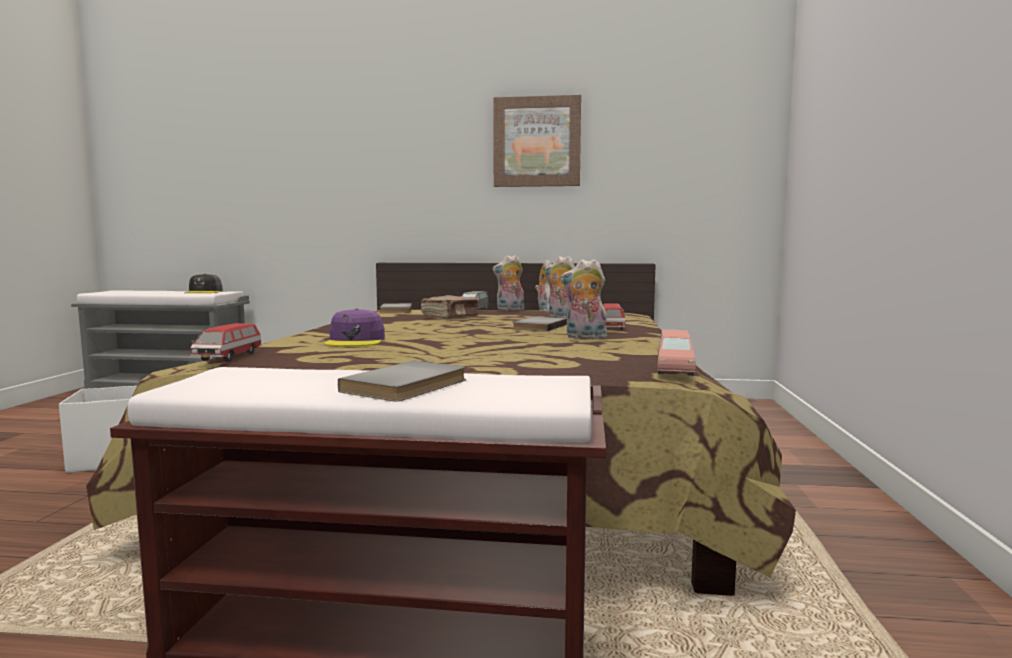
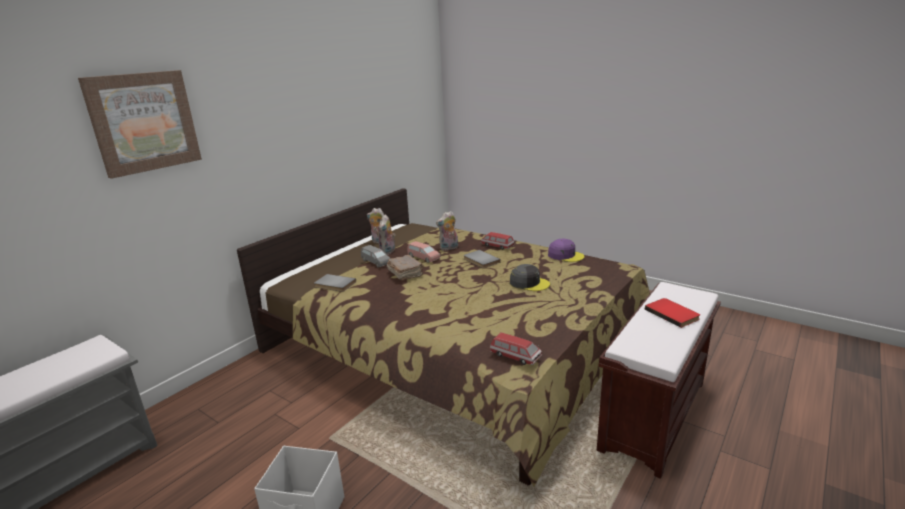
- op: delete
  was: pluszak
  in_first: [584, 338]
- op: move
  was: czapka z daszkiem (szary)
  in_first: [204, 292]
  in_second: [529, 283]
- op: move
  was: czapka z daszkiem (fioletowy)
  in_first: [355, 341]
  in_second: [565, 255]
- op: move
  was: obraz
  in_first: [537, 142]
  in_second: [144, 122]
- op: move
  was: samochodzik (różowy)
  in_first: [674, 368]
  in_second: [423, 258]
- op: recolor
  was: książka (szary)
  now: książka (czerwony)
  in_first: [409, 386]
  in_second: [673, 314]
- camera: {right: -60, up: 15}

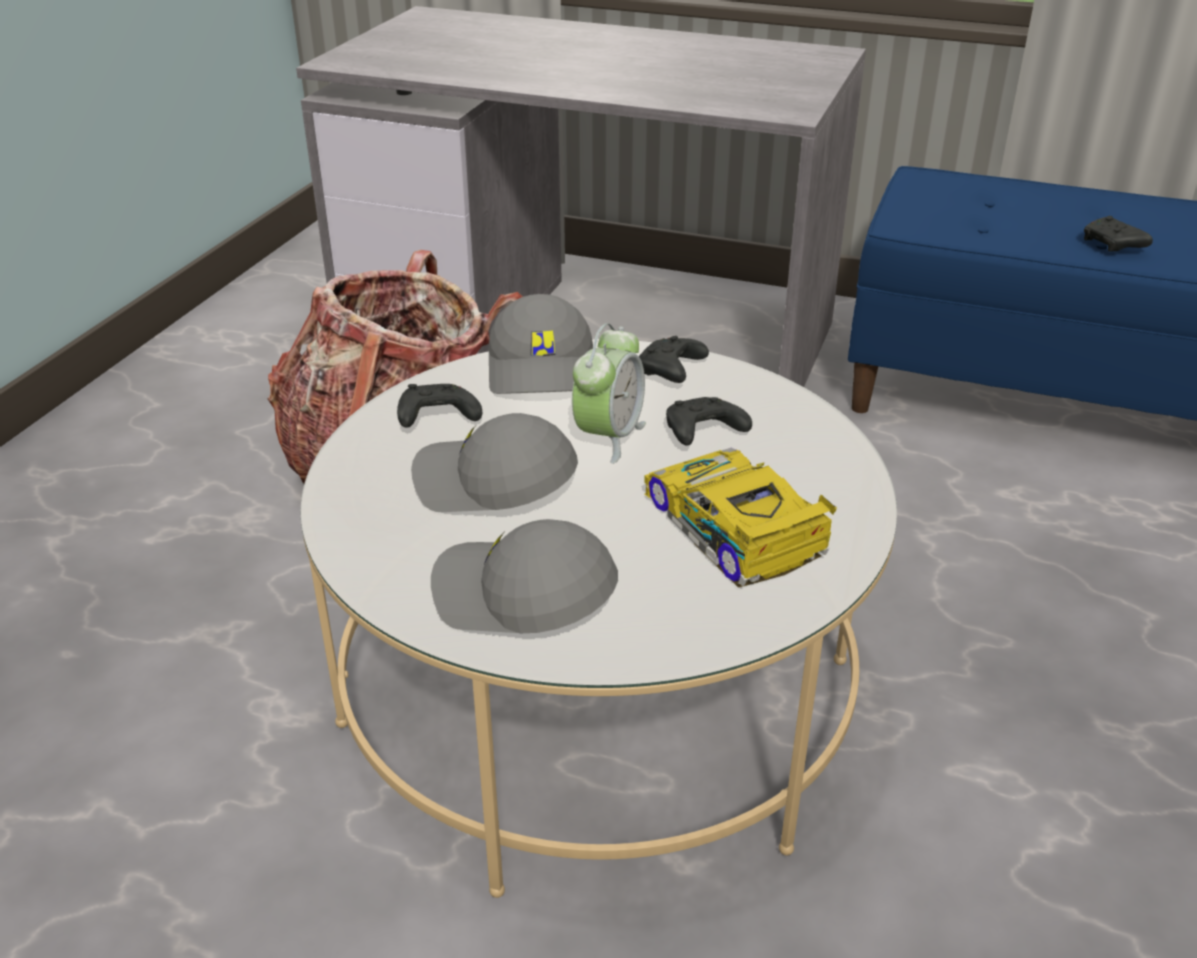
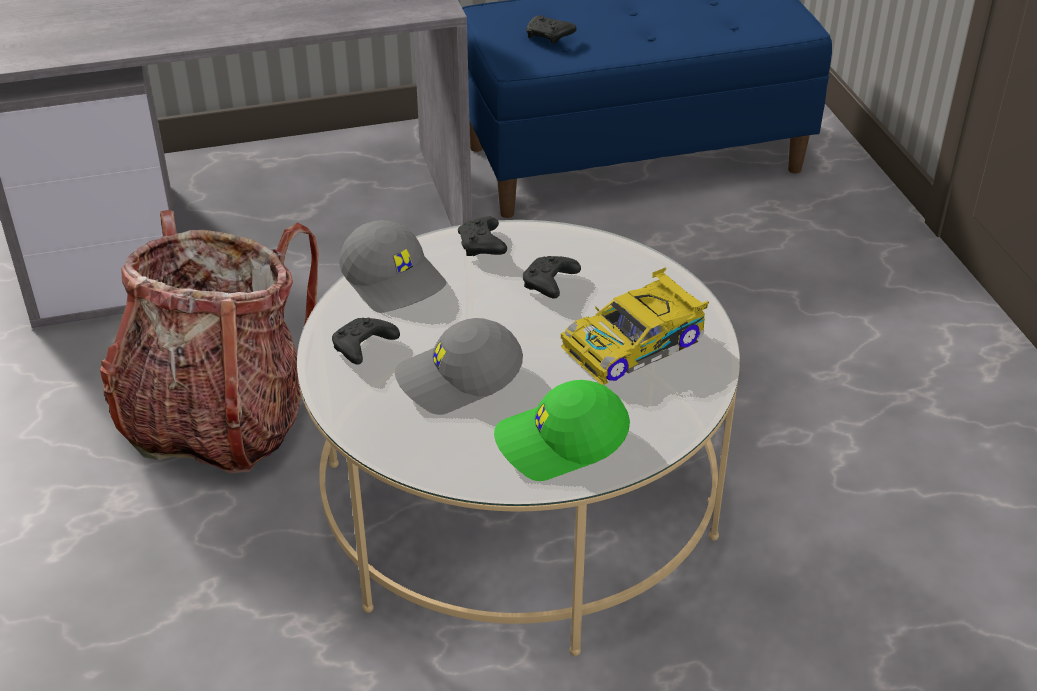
- op: delete
  was: budzik
  in_first: [609, 437]
- op: move
  was: pad do gier (czarny)
  in_first: [1113, 245]
  in_second: [549, 37]
- op: recolor
  was: czapka z daszkiem (szary)
  now: czapka z daszkiem (zielony)
  in_first: [522, 598]
  in_second: [561, 443]
- op: rotate
  was: samochodzik
  in_first: [734, 530]
  in_second: [635, 343]
  clockwise: -60
- camera: {right: -35, up: 5}

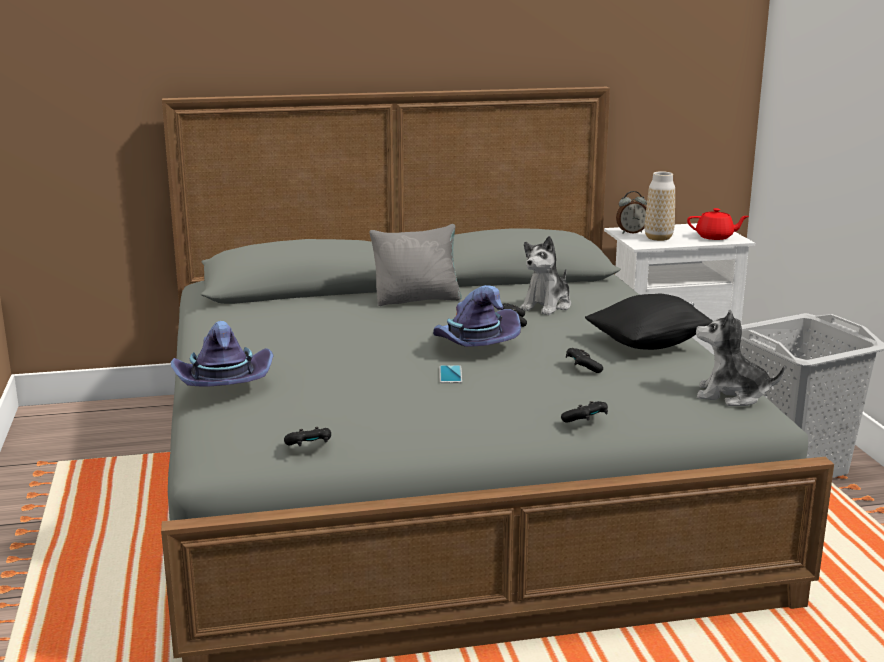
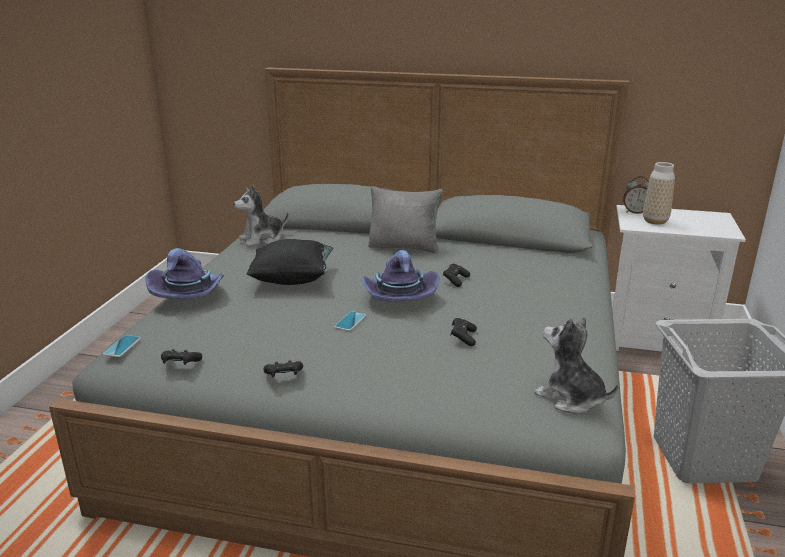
- op: delete
  was: imbryk (czerwony)
  in_first: [715, 237]
- op: insert
  now: telefon
  in_second: [122, 346]
- op: move
  was: pluszak
  in_first: [547, 306]
  in_second: [262, 239]
- op: move
  was: pad do gier (czarny)
  in_first: [586, 421]
  in_second: [284, 376]
- op: move
  was: poduszka (czarny)
  in_first: [648, 344]
  in_second: [292, 279]
- camera: {right: 25, up: 5}

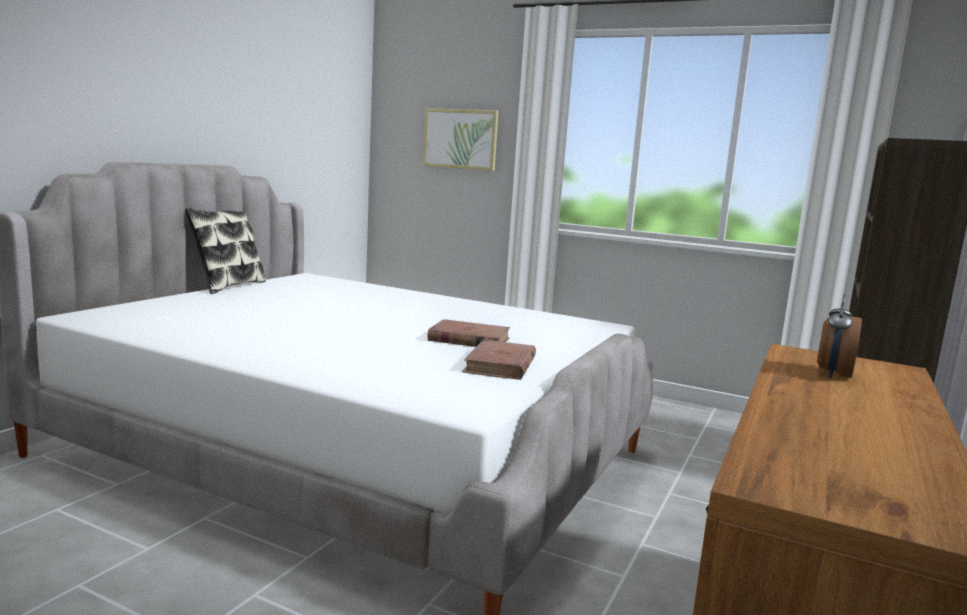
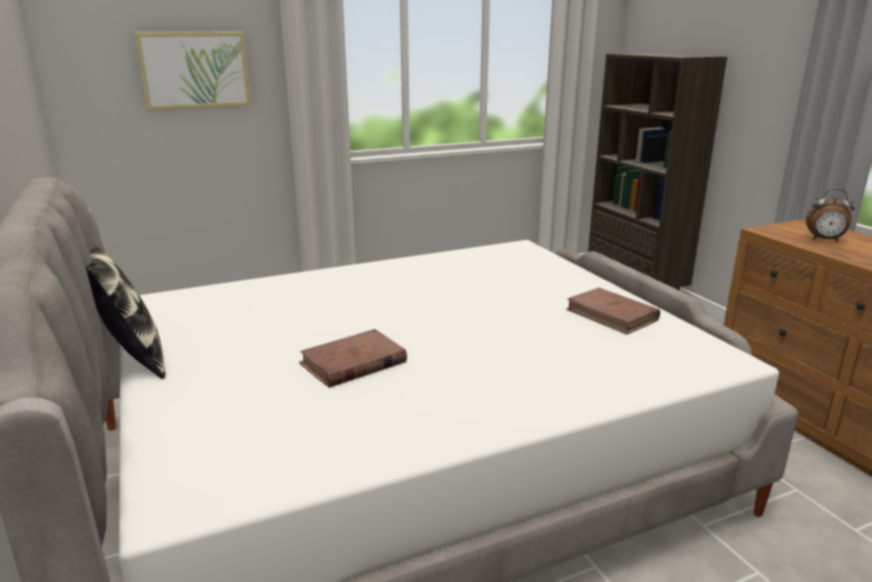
- op: move
  was: książka (brązowy)
  in_first: [468, 339]
  in_second: [353, 363]
- op: rotate
  was: budzik
  in_first: [833, 374]
  in_second: [825, 240]
  clockwise: -45
- camera: {right: -50, up: 10}

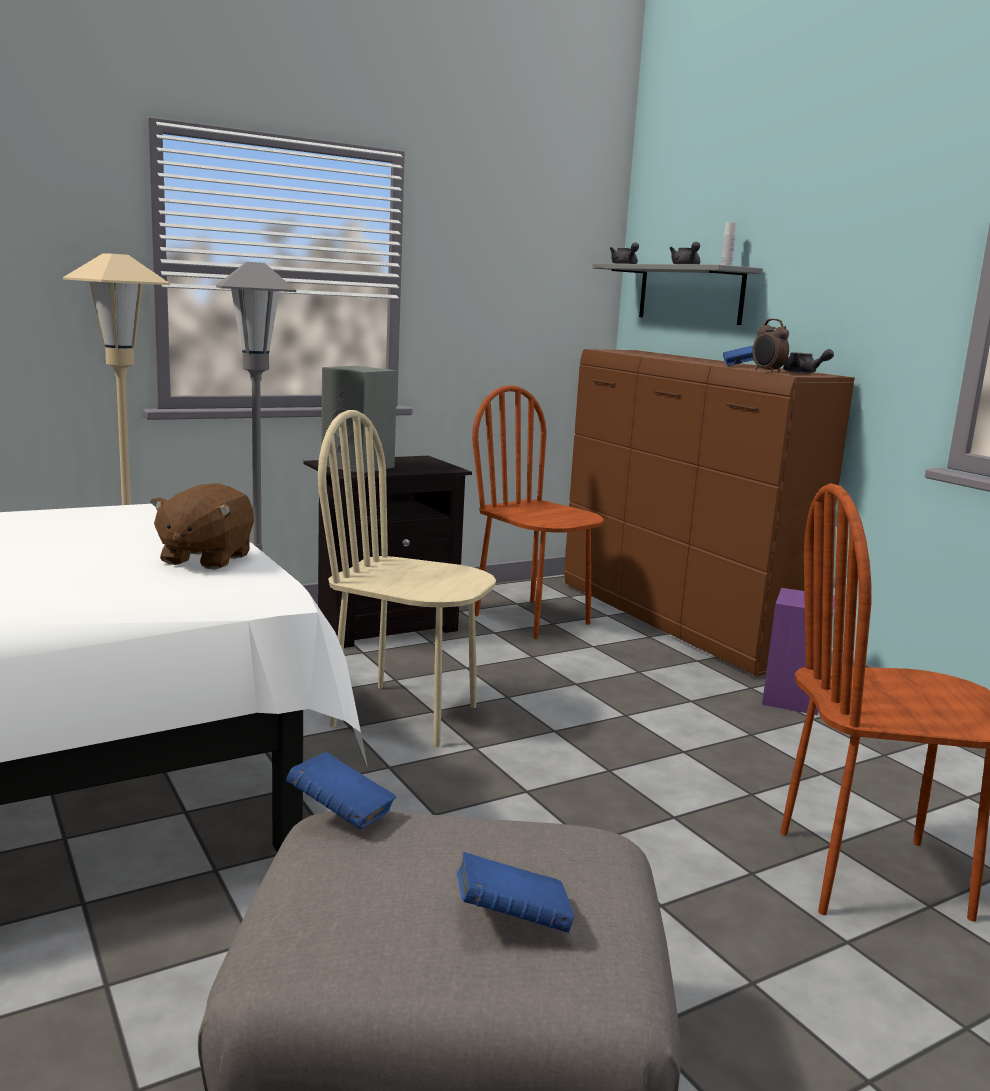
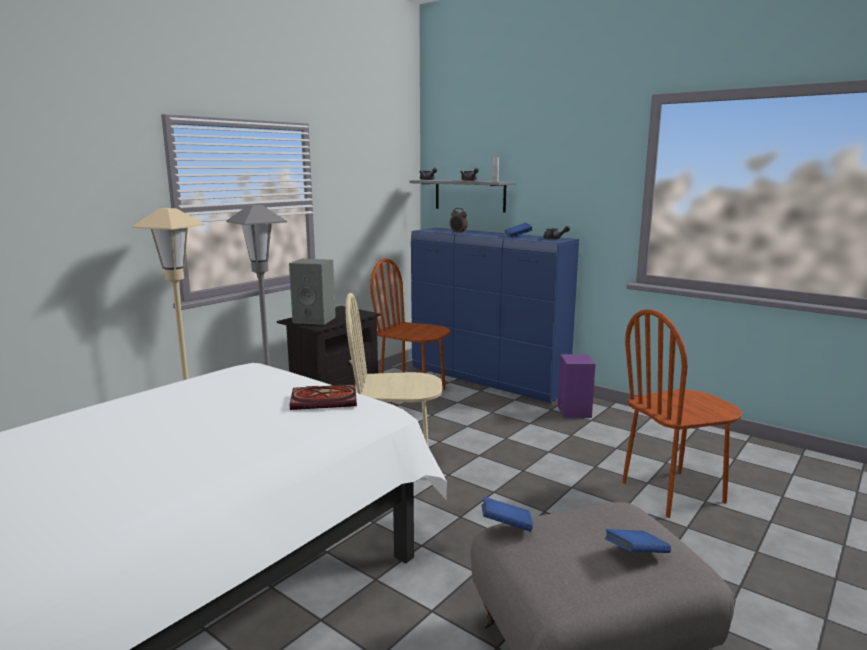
- op: move
  was: budzik
  in_first: [767, 371]
  in_second: [458, 233]
- op: replace
  was: pluszak (brązowy)
  now: książka
  in_first: [205, 558]
  in_second: [326, 400]
- op: recolor
  was: komoda (brązowy)
  now: komoda (niebieski)
  in_first: [673, 624]
  in_second: [486, 380]
- camera: {right: -20, up: 0}

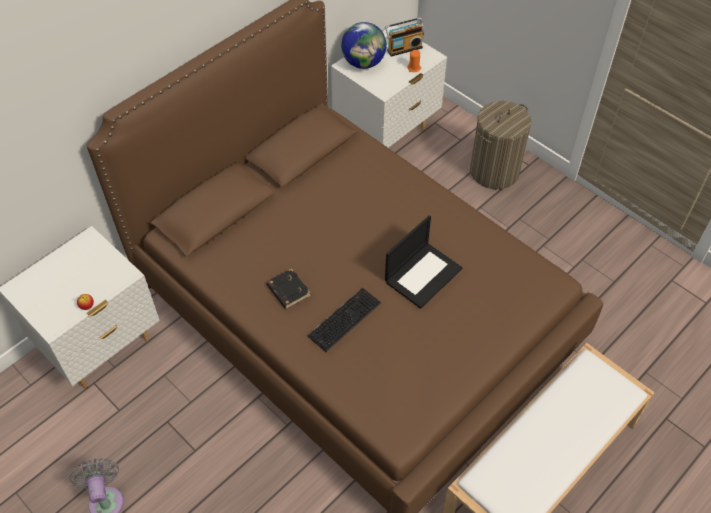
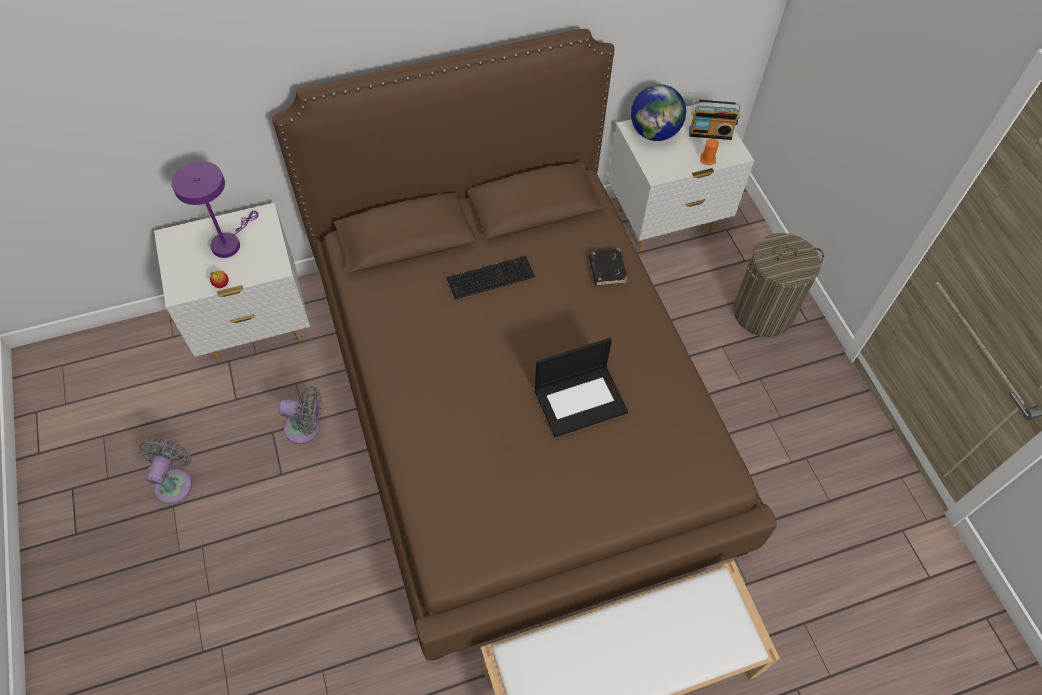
- op: insert
  now: lampa stołowa (fioletowy)
  in_second: [229, 242]
- op: insert
  now: wentylator (szary)
  in_second: [306, 428]
- op: move
  was: książka (czarny)
  in_first: [288, 291]
  in_second: [606, 269]
- op: move
  was: klawiatura
  in_first: [344, 318]
  in_second: [491, 276]
- camera: {right: 25, up: 5}

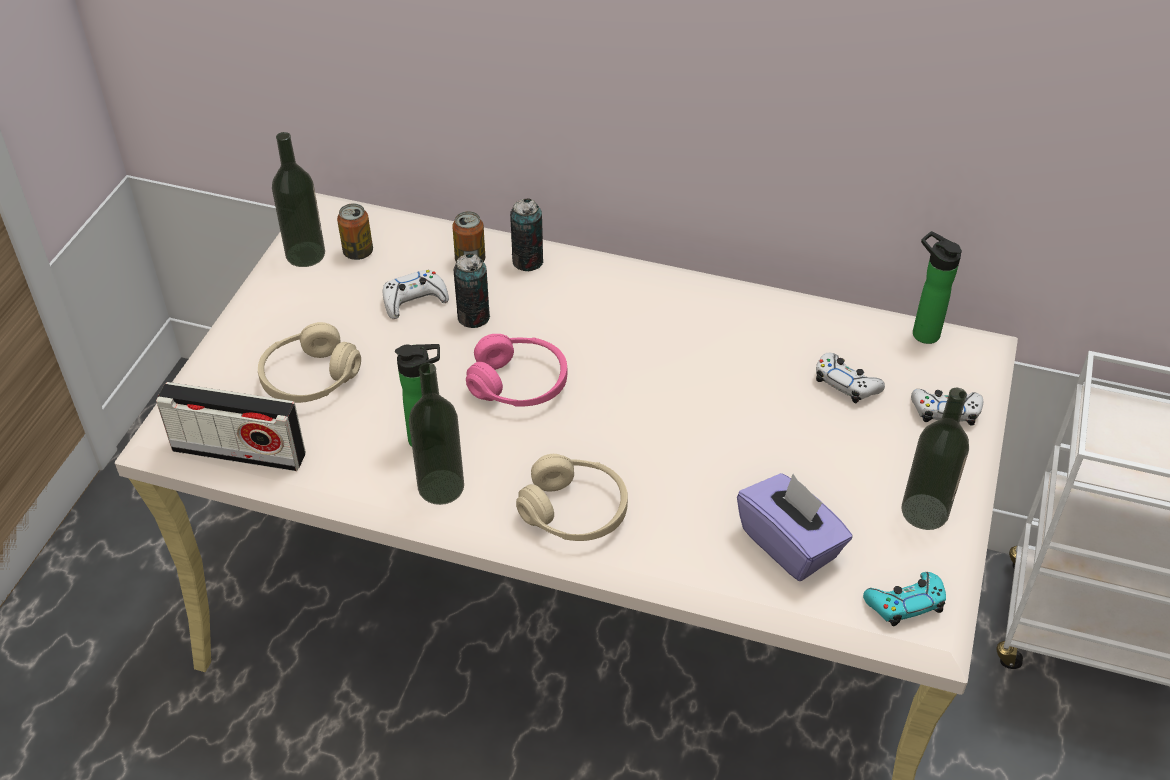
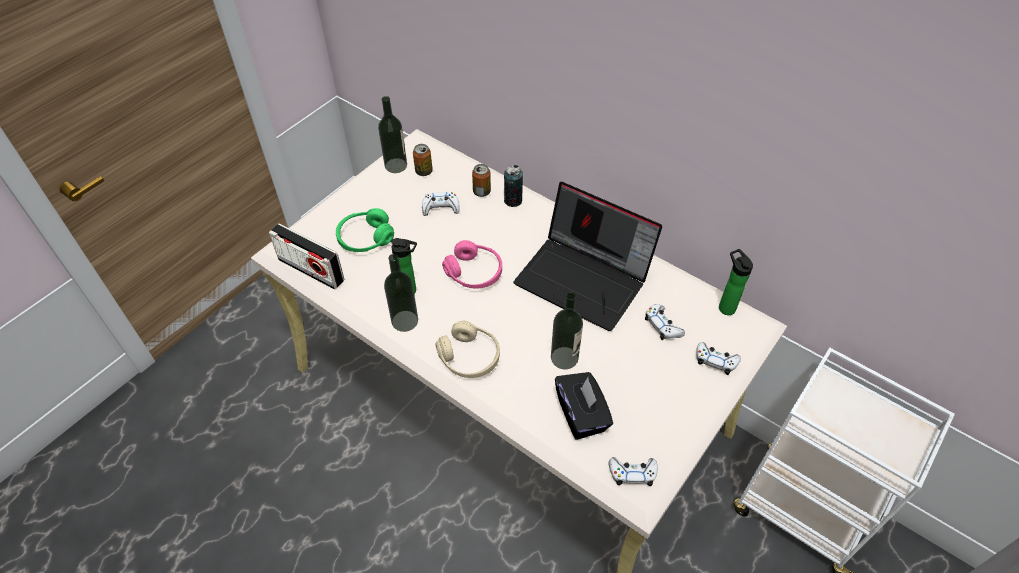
- op: delete
  was: puszka
  in_first: [473, 317]
- op: insert
  now: laptop
  in_second: [585, 279]
- op: move
  was: butelka
  in_first: [924, 511]
  in_second: [564, 358]
- op: recolor
  was: słuchawki (beżowy)
  now: słuchawki (zielony)
  in_first: [310, 378]
  in_second: [365, 238]
- op: recolor
  was: pudełko chusteczek (fioletowy)
  now: pudełko chusteczek (czarny)
  in_first: [790, 544]
  in_second: [581, 415]
- op: recolor
  was: pad do gier (turkusowy)
  now: pad do gier (biały)
  in_first: [905, 603]
  in_second: [632, 473]
- camera: {right: 20, up: 5}

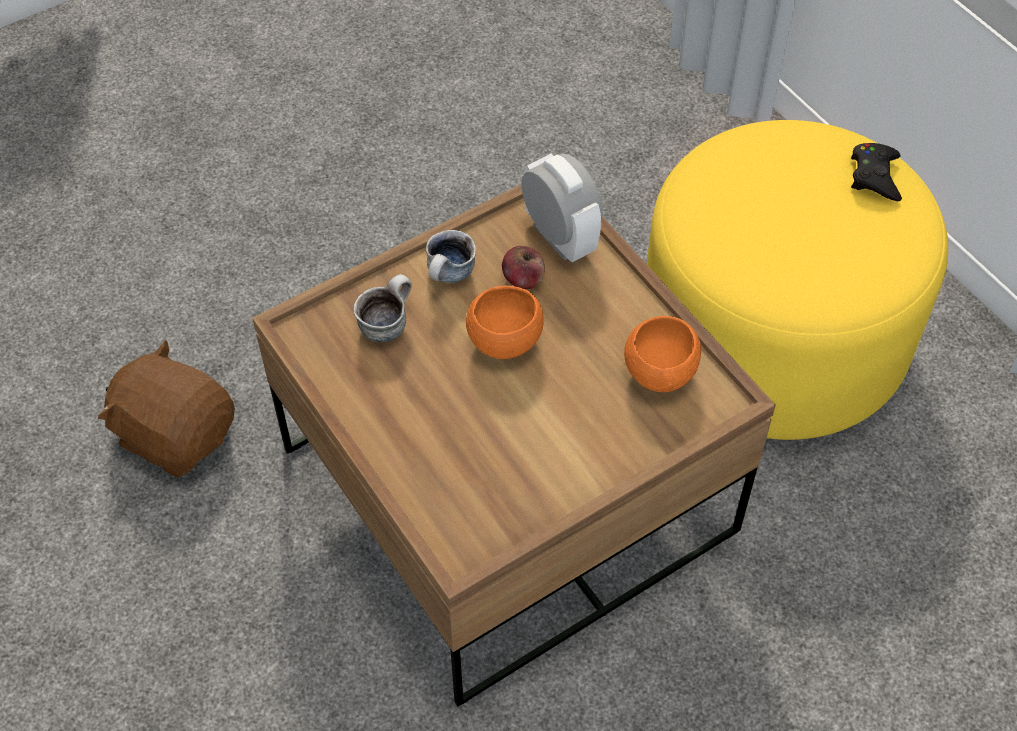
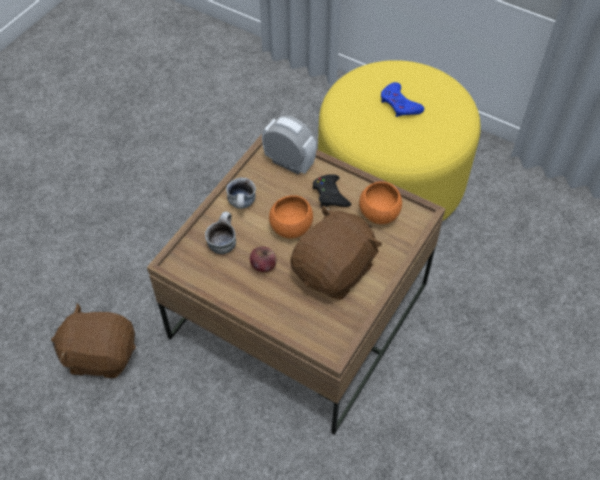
- op: insert
  now: pluszak (brązowy)
  in_second: [334, 270]
- op: insert
  now: pad do gier (niebieski)
  in_second: [399, 104]
- op: move
  was: jabłko
  in_first: [523, 279]
  in_second: [263, 265]
- op: move
  was: pad do gier (czarny)
  in_first: [875, 176]
  in_second: [330, 195]
- camera: {right: -25, up: 0}

